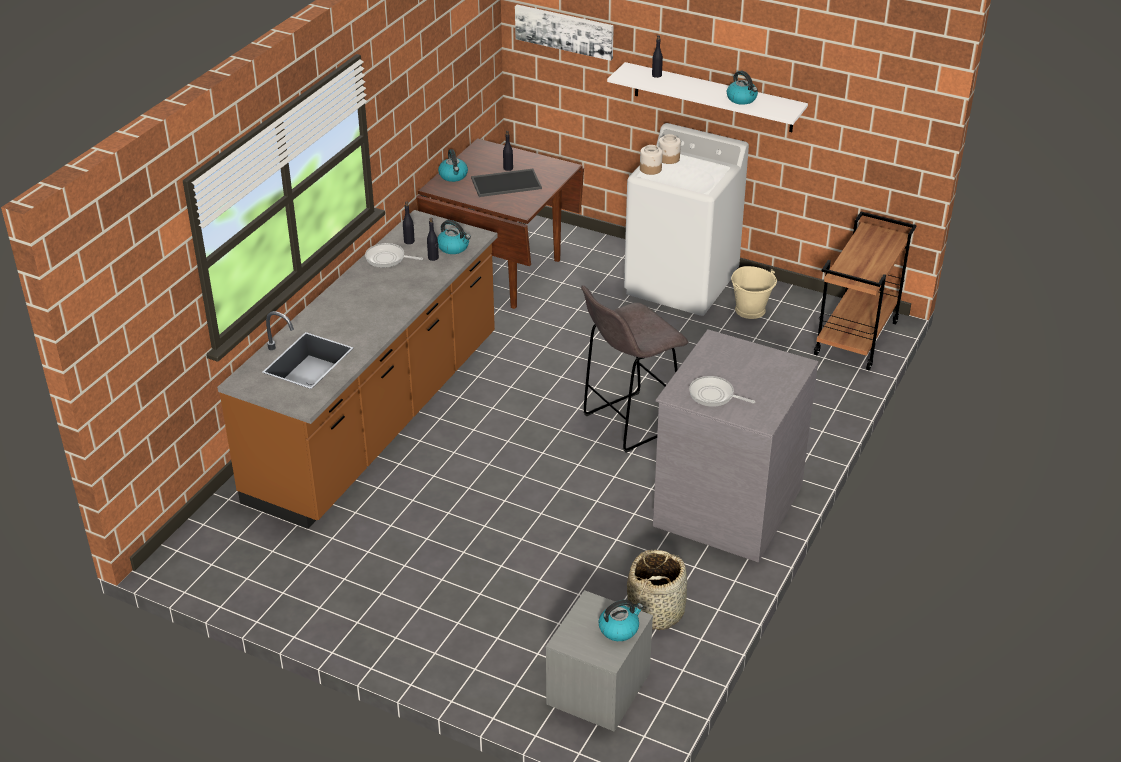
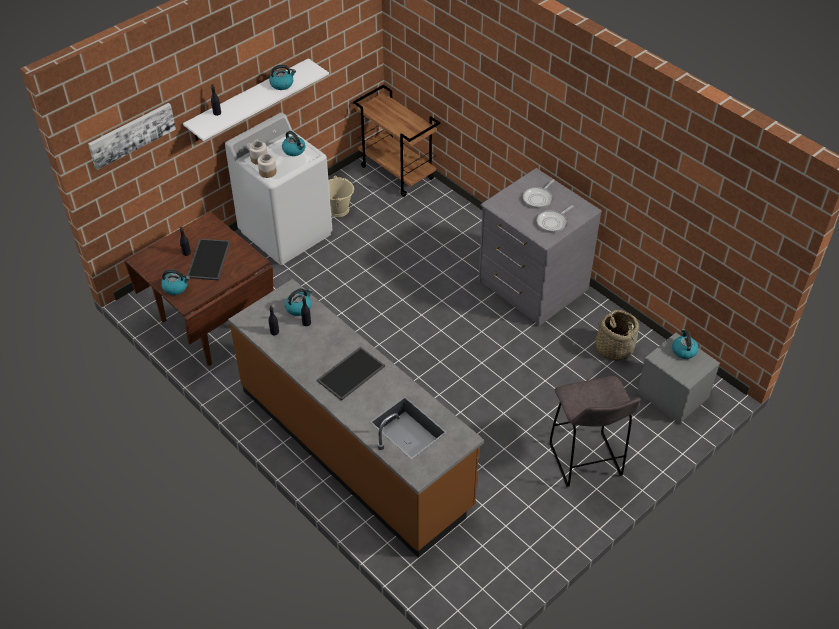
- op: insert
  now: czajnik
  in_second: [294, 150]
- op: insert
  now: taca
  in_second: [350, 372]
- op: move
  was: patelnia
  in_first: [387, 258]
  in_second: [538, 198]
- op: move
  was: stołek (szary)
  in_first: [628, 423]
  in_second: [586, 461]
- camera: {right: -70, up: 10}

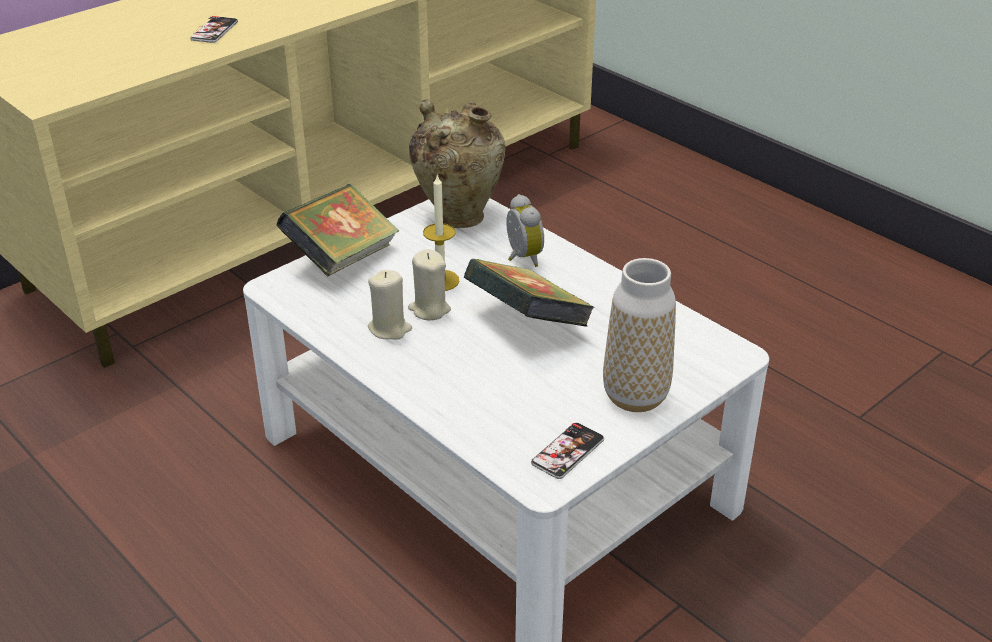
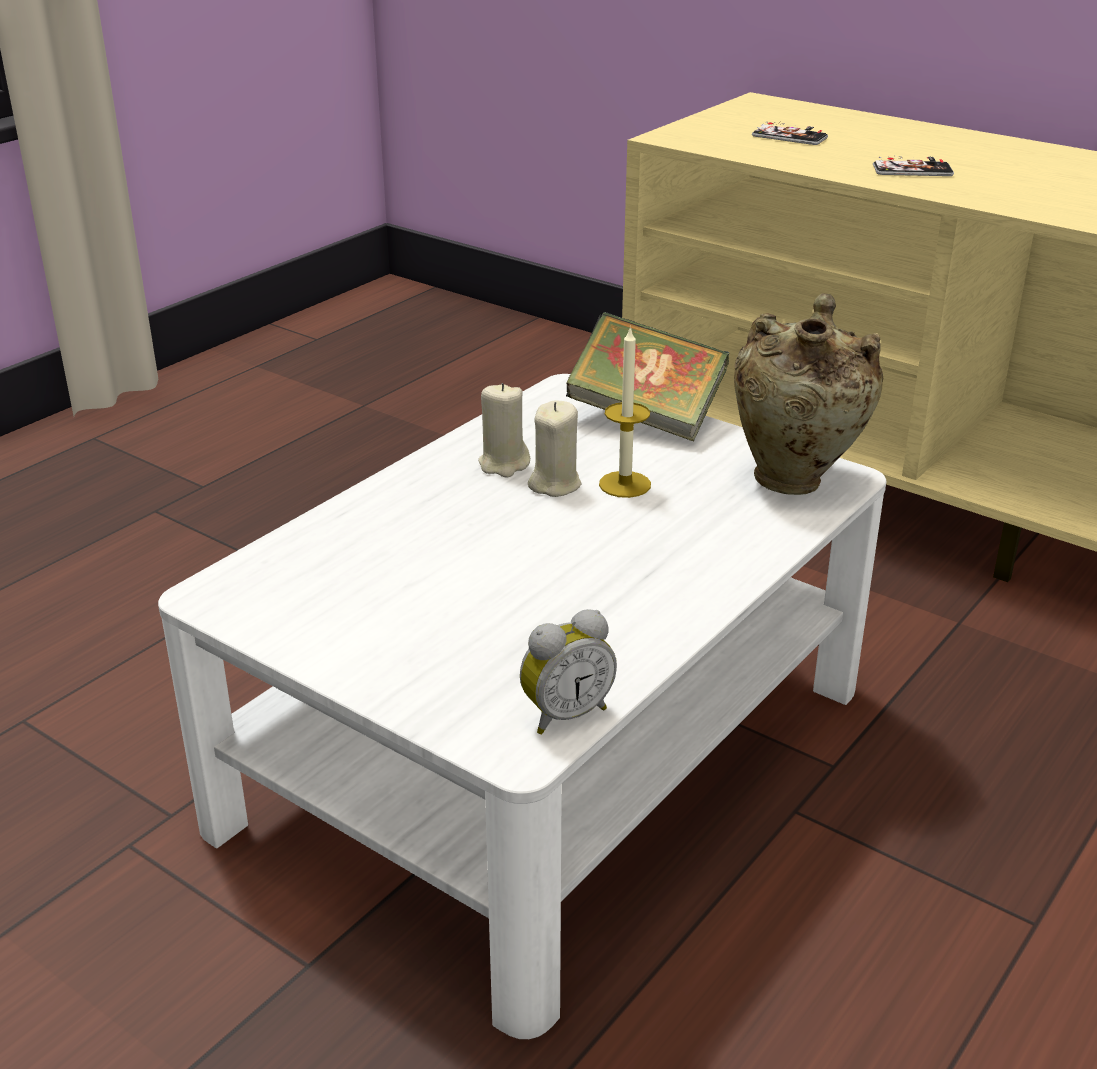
- op: delete
  was: książka
  in_first: [527, 323]
- op: delete
  was: wazon
  in_first: [635, 397]
- op: move
  was: budzik
  in_first: [521, 258]
  in_second: [564, 713]
- op: move
  was: telefon
  in_first: [567, 451]
  in_second: [789, 137]
- camera: {right: 80, up: -5}

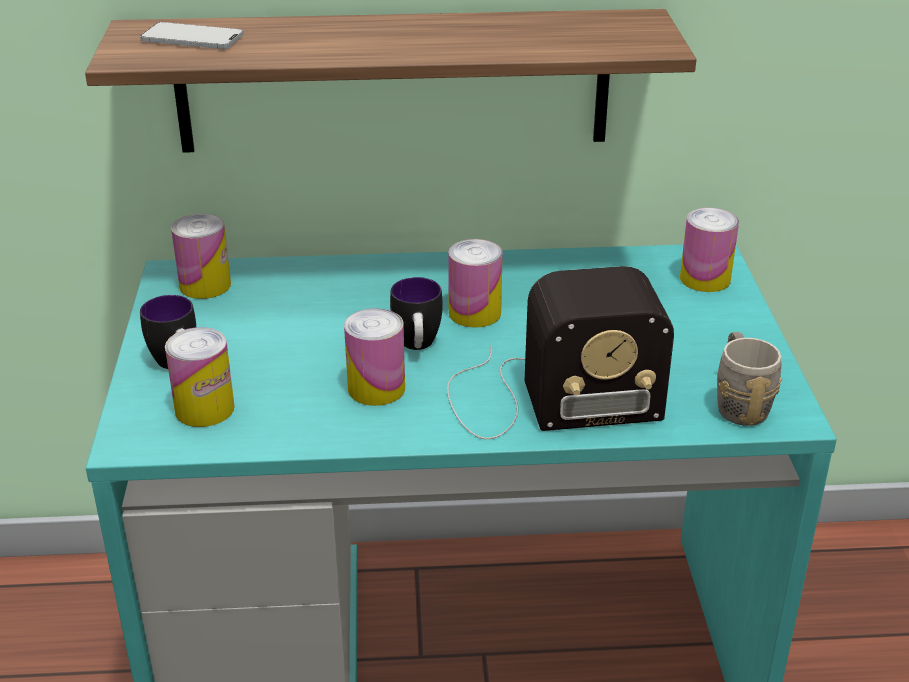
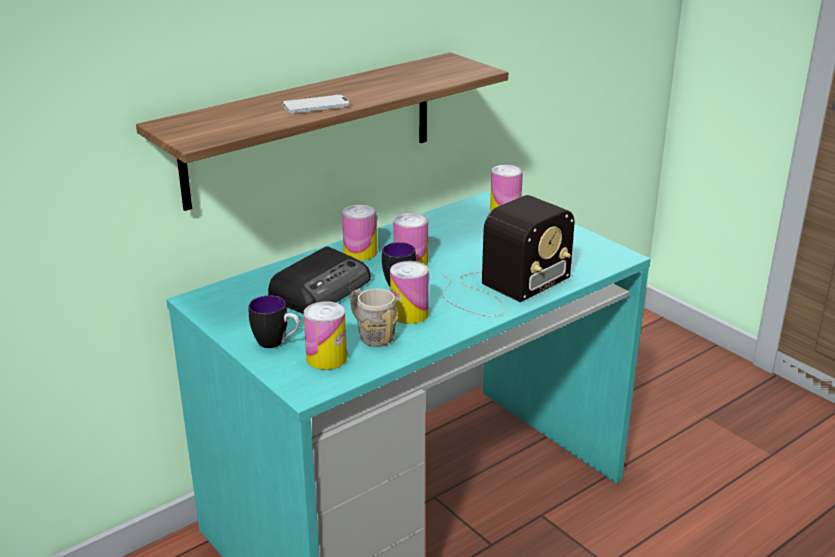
- op: insert
  now: radio
  in_second: [322, 289]
- op: move
  was: telefon
  in_first: [192, 38]
  in_second: [316, 106]
- op: move
  was: puszka
  in_first: [205, 285]
  in_second: [360, 252]
- op: move
  was: kubek (szary)
  in_first: [739, 403]
  in_second: [371, 335]
- camera: {right: -35, up: -5}

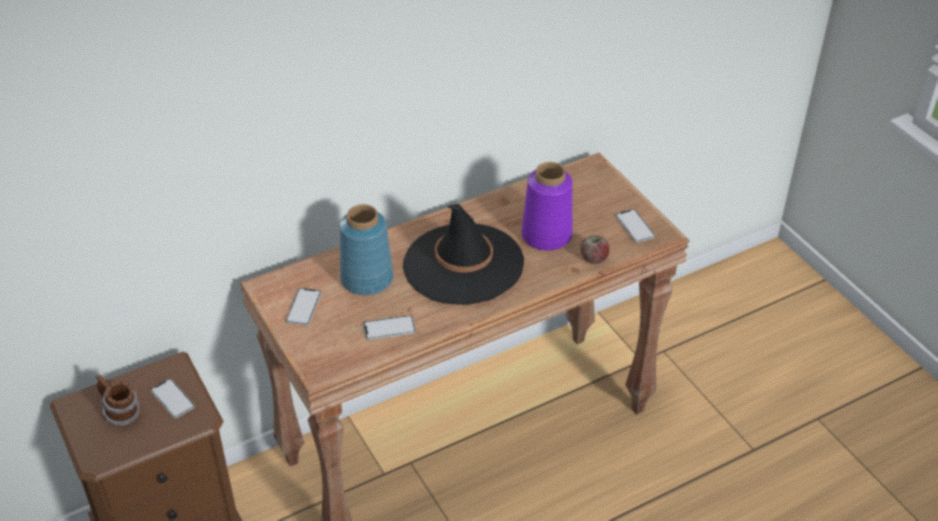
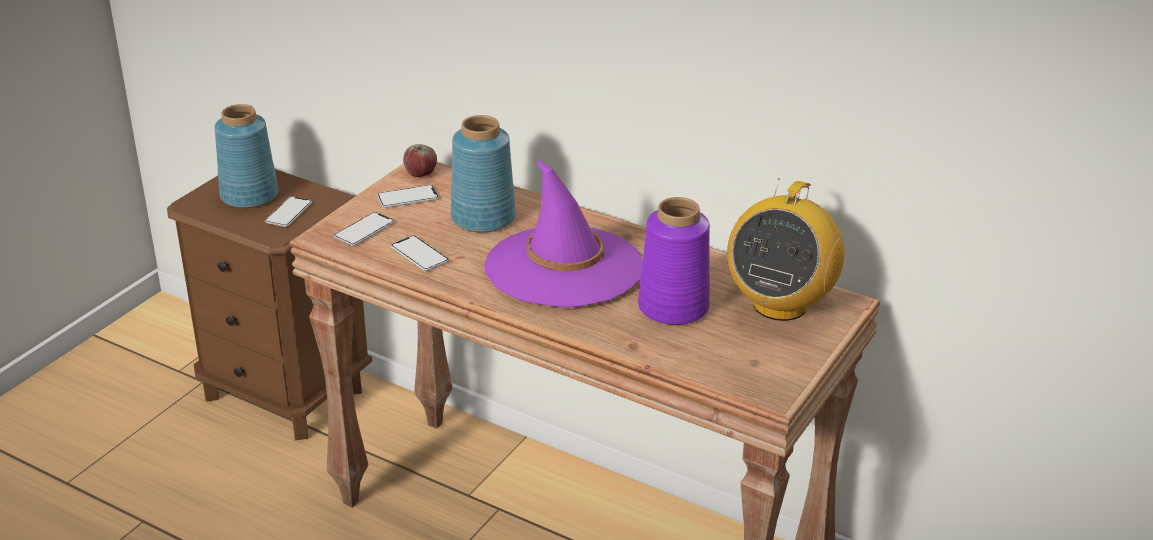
- op: insert
  now: radio
  in_second: [780, 304]
- op: move
  was: jabłko
  in_first: [594, 258]
  in_second: [421, 173]
- op: move
  was: telefon
  in_first: [635, 226]
  in_second: [364, 230]
- op: replace
  was: kubek
  now: wazon (niebieski)
  in_first: [120, 415]
  in_second: [250, 195]
- op: recolor
  was: kapelusz (czarny)
  now: kapelusz (fioletowy)
  in_first: [463, 264]
  in_second: [564, 267]
- camera: {right: 60, up: -10}

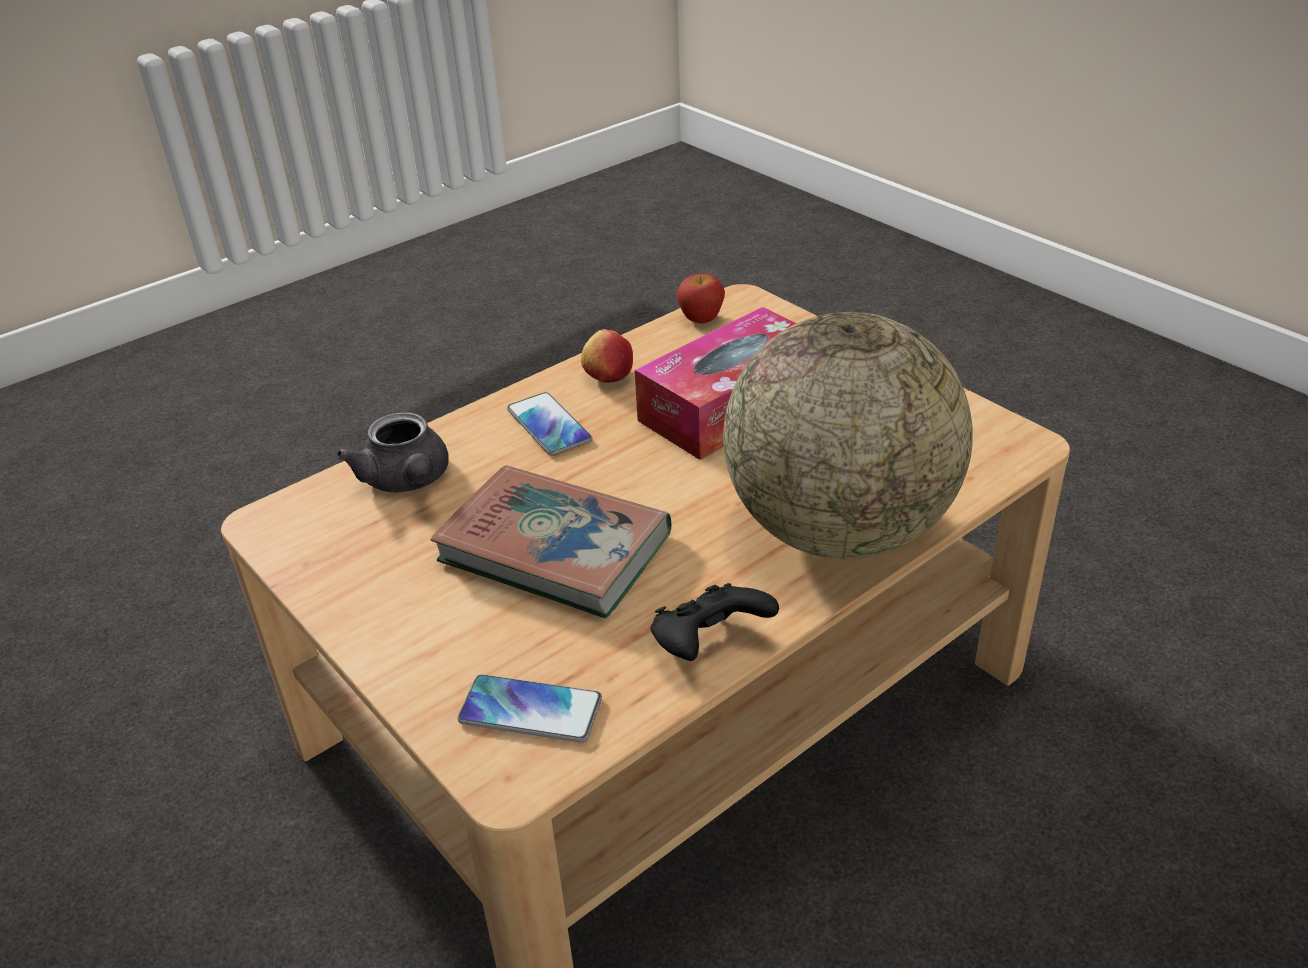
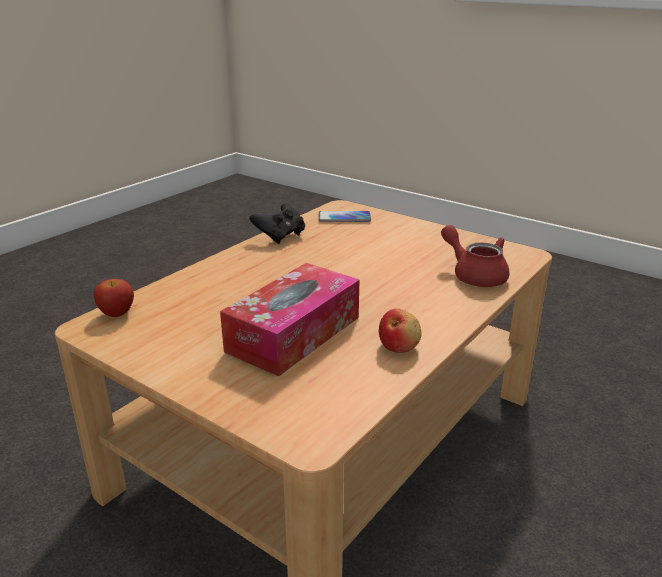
- op: delete
  was: książka
  in_first: [555, 549]
- op: delete
  was: telefon
  in_first: [549, 425]
- op: delete
  was: globus
  in_first: [839, 530]
- op: move
  was: jabłko
  in_first: [701, 318]
  in_second: [117, 313]
- op: recolor
  was: imbryk (szary)
  now: imbryk (czerwony)
  in_first: [407, 481]
  in_second: [475, 275]
- camera: {right: 165, up: -10}

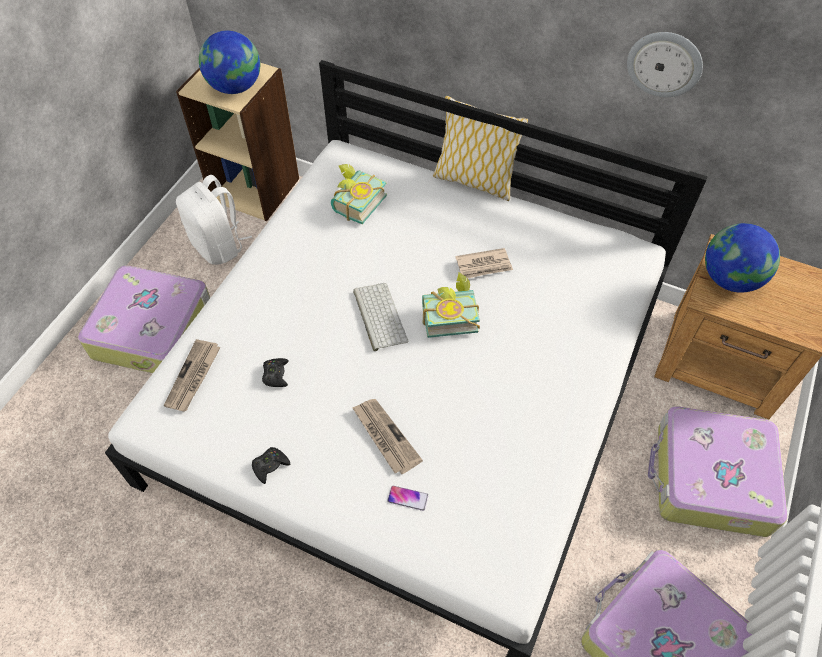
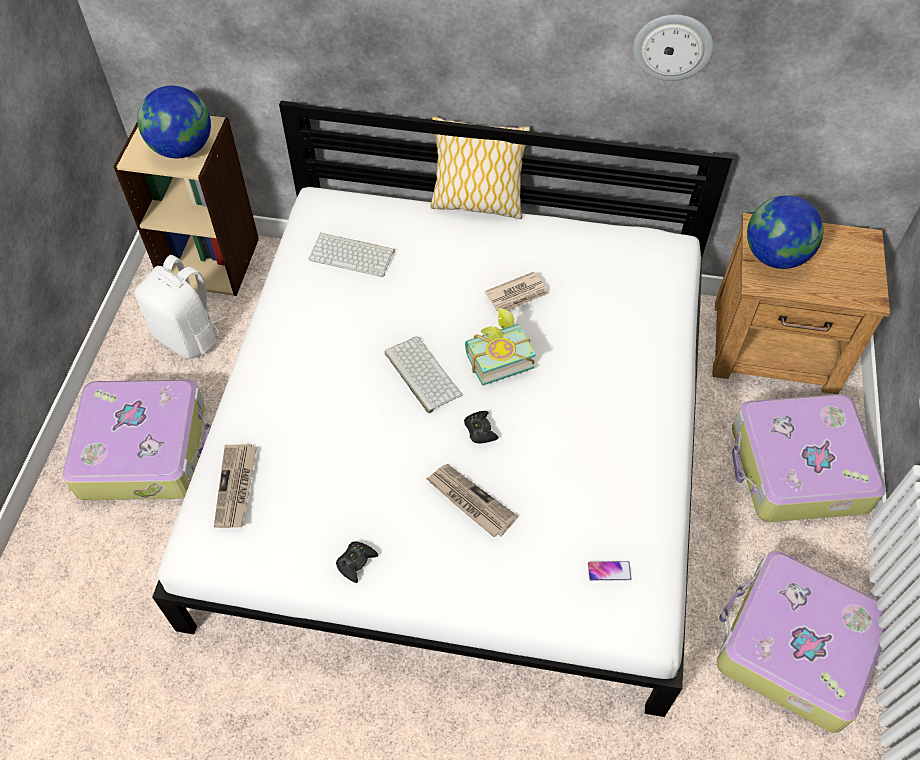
- op: move
  was: pad do gier (czarny)
  in_first: [276, 375]
  in_second: [480, 430]
- op: move
  was: telefon
  in_first: [407, 498]
  in_second: [609, 571]
- op: replace
  was: książka
  now: klawiatura
  in_first: [355, 203]
  in_second: [353, 254]
- camera: {right: -15, up: 0}

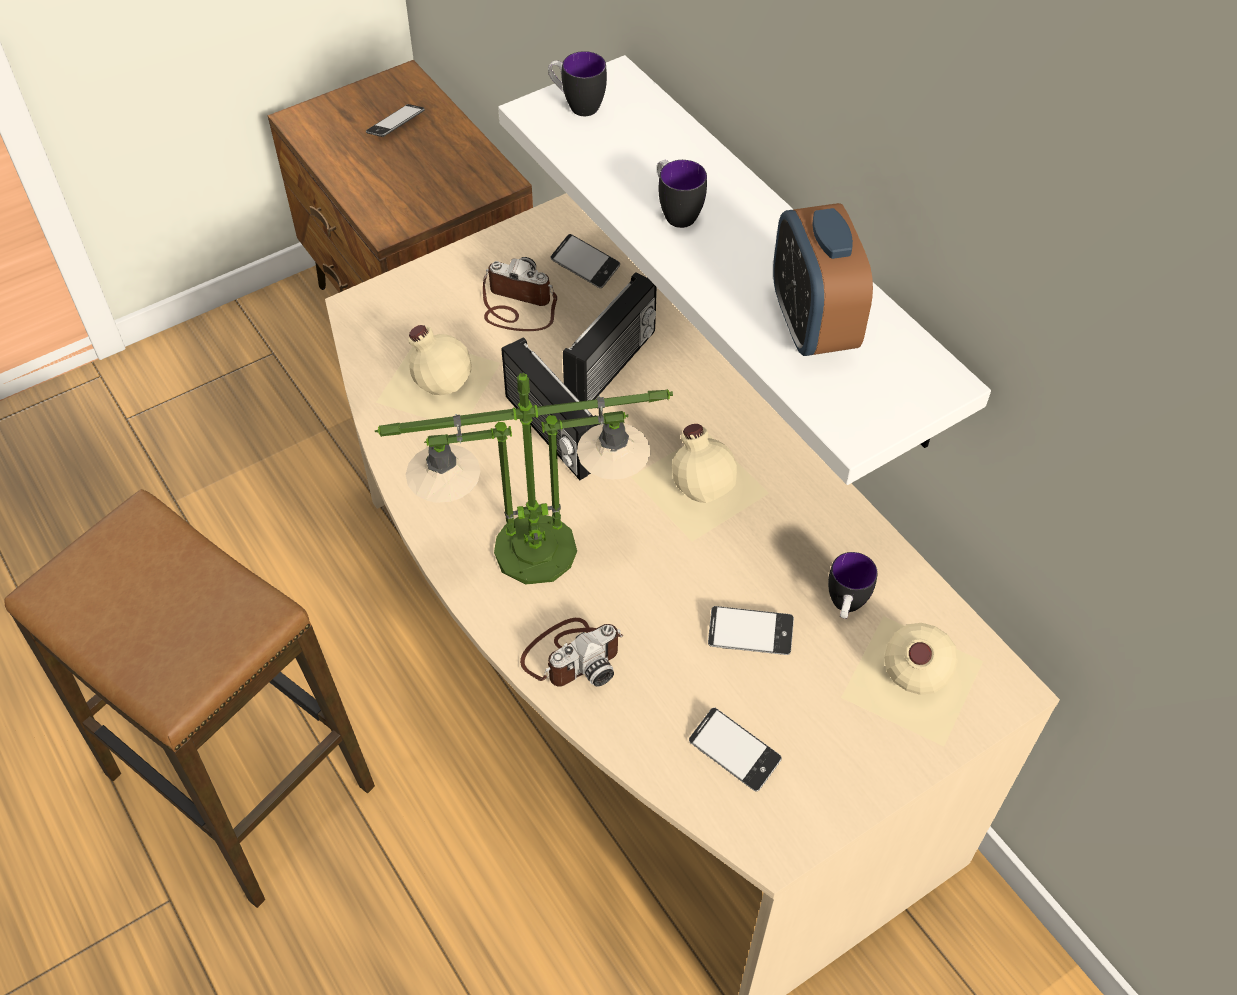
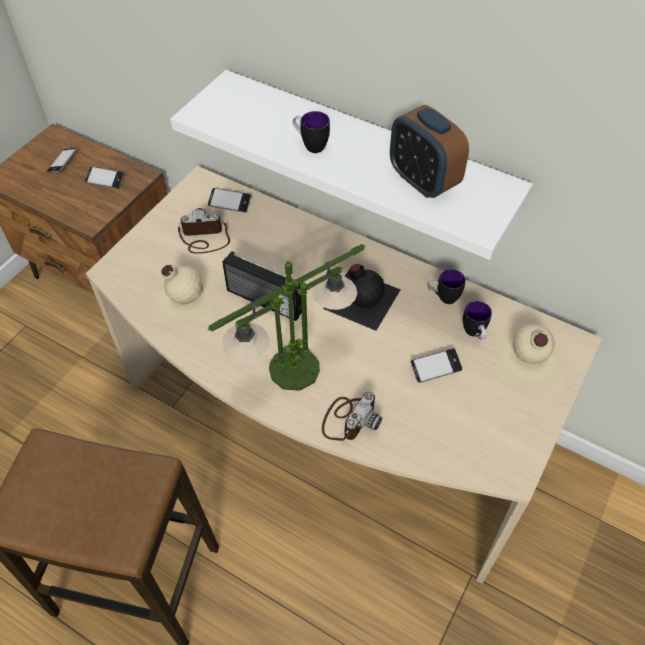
- op: delete
  was: radio
  in_first: [613, 366]
- op: move
  was: kubek
  in_first: [577, 105]
  in_second: [443, 298]
- op: move
  was: telefon
  in_first: [734, 752]
  in_second: [105, 180]
- op: recolor
  was: butelka (beżowy)
  now: butelka (czarny)
  in_first: [699, 483]
  in_second: [361, 297]
- camera: {right: -25, up: 0}

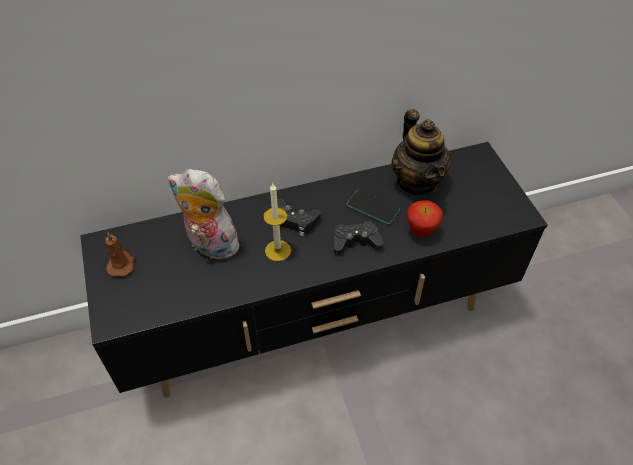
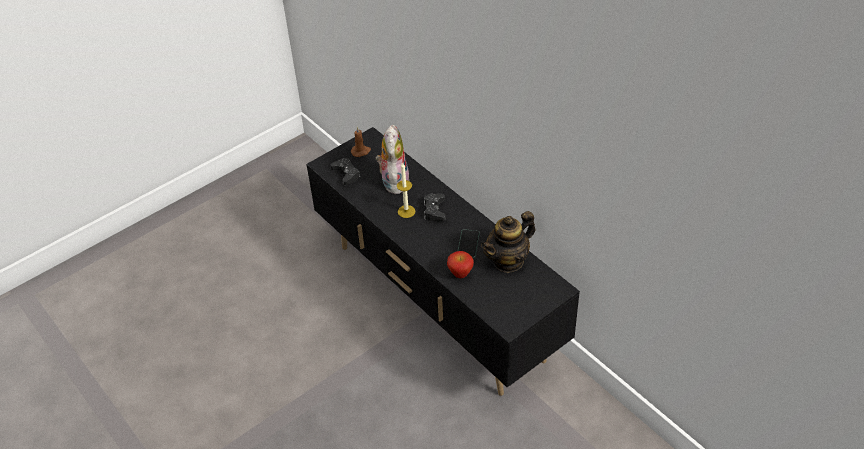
- op: move
  was: pad do gier (czarny)
  in_first: [355, 242]
  in_second: [346, 174]
- camera: {right: 70, up: -5}

